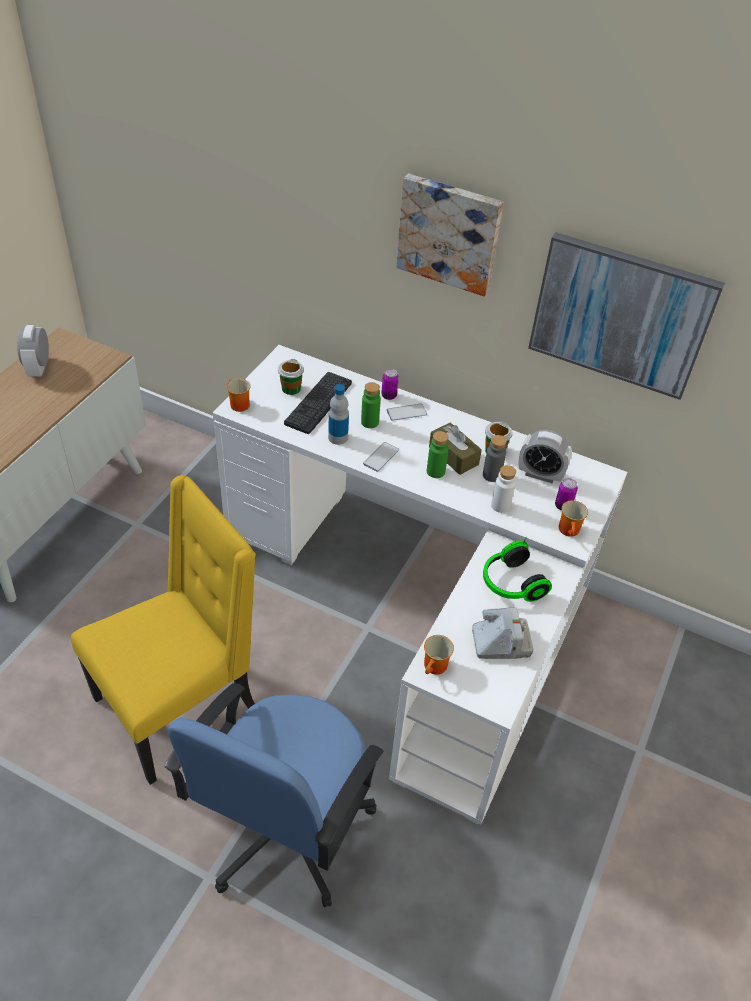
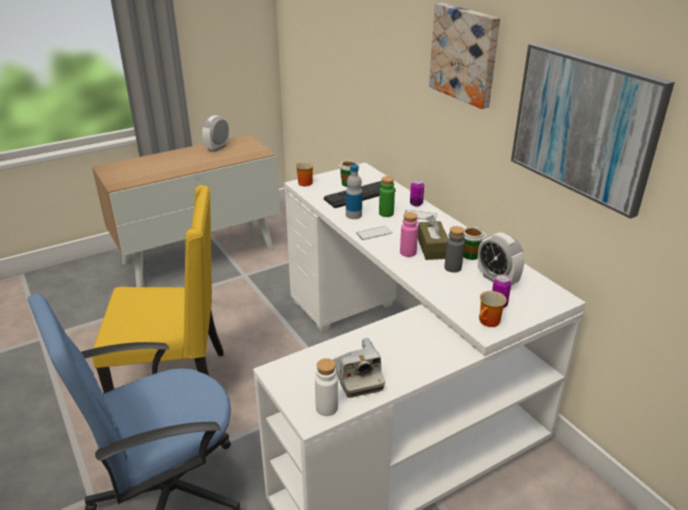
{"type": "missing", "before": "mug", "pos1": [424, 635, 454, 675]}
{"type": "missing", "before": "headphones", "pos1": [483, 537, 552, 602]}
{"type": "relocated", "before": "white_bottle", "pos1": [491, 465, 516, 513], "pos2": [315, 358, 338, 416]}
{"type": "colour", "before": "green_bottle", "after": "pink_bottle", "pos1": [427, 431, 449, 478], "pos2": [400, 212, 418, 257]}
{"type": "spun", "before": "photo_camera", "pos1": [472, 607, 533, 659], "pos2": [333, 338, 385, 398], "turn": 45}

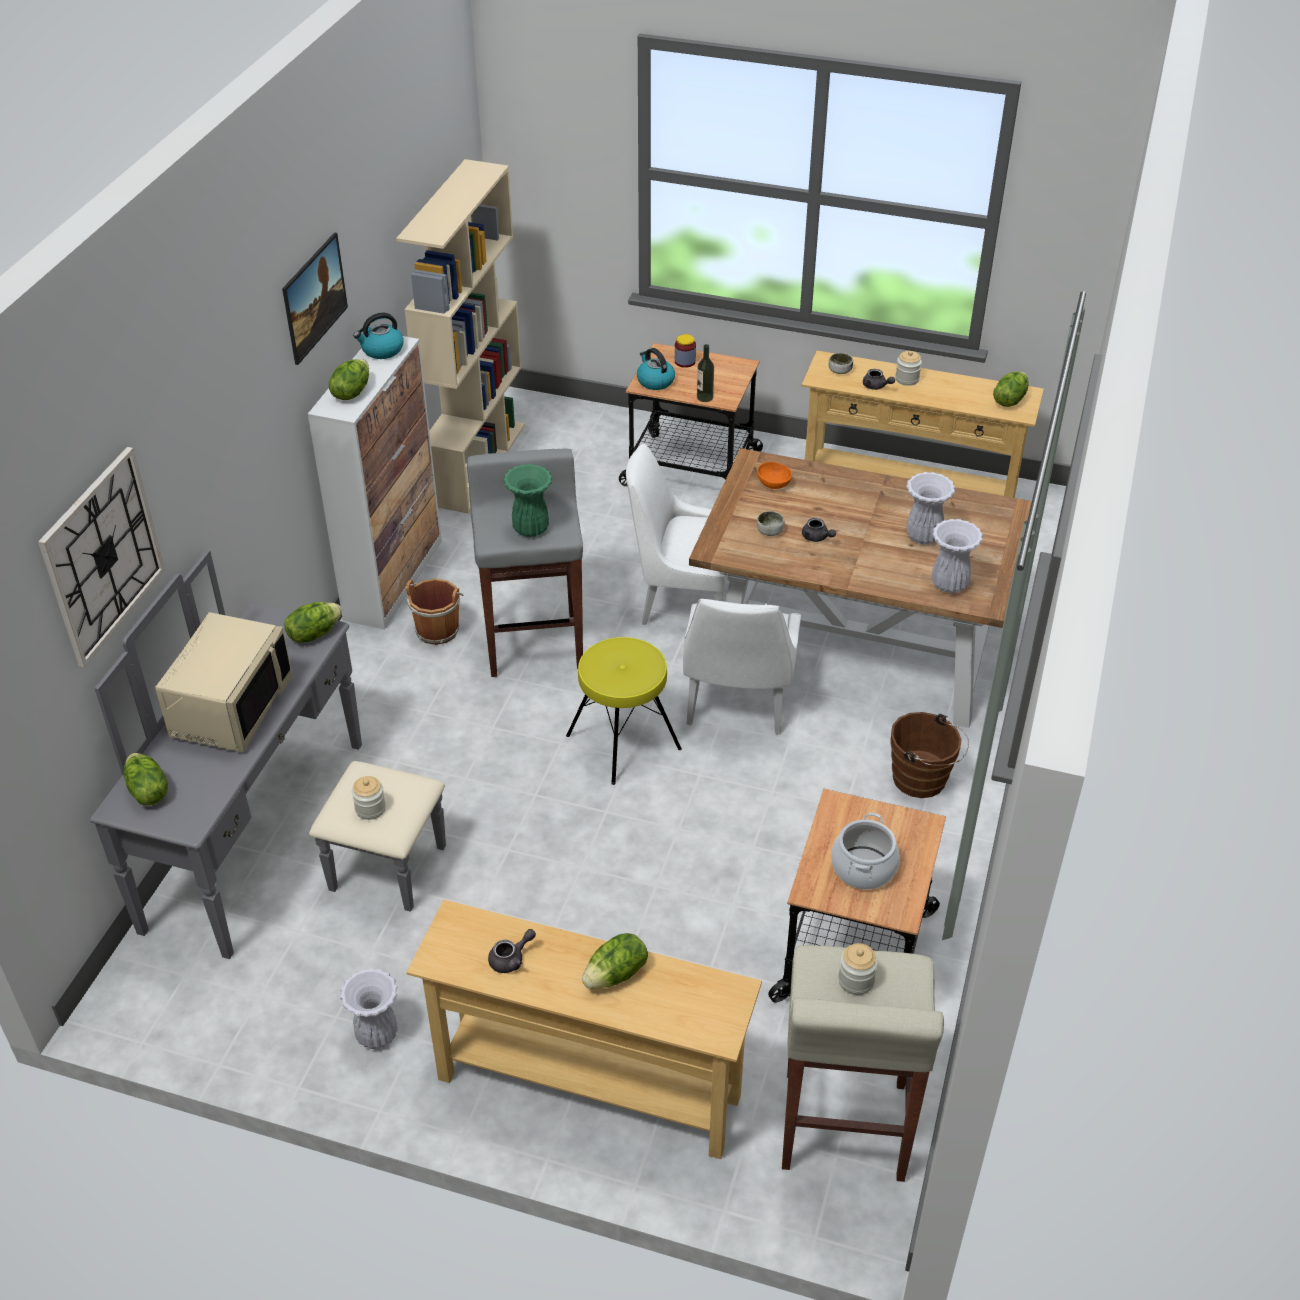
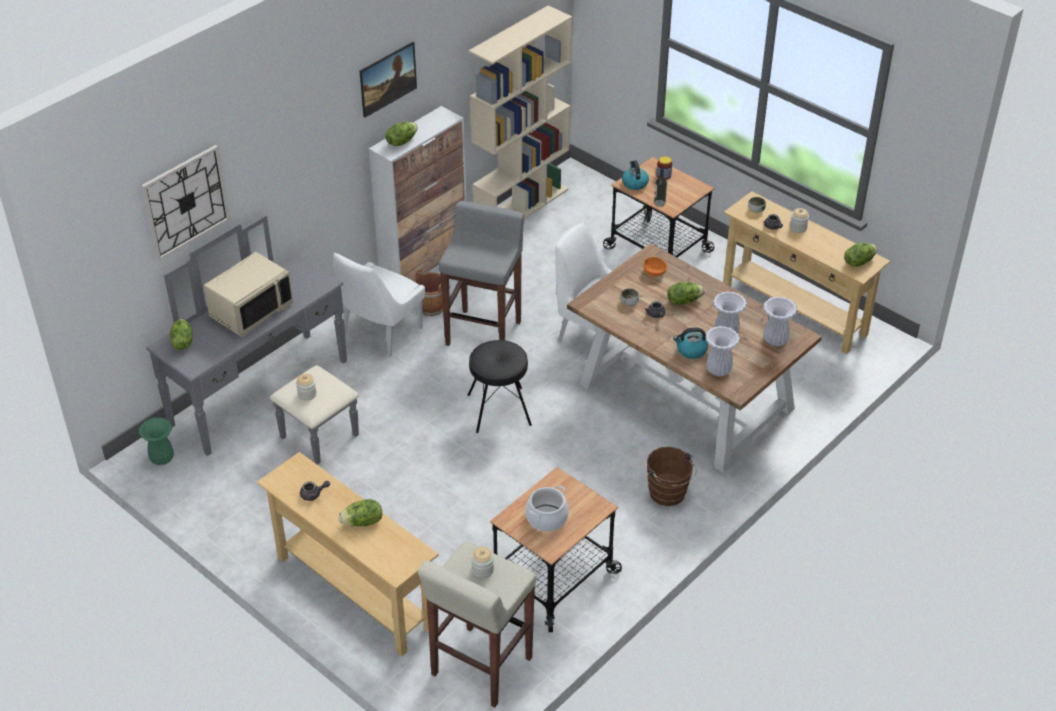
{"type": "relocated", "before": "lettuce", "pos1": [284, 602, 342, 643], "pos2": [667, 282, 705, 305]}
{"type": "relocated", "before": "white_vase", "pos1": [340, 968, 398, 1049], "pos2": [763, 297, 797, 346]}
{"type": "relocated", "before": "kettle", "pos1": [353, 313, 404, 359], "pos2": [673, 327, 708, 359]}
{"type": "relocated", "before": "green_vase", "pos1": [503, 464, 553, 537], "pos2": [139, 417, 174, 465]}
{"type": "relocated", "before": "white_chair", "pos1": [683, 599, 801, 735], "pos2": [333, 253, 425, 357]}
{"type": "colour", "before": "yellow_stool", "after": "black_stool", "pos1": [566, 637, 682, 785], "pos2": [468, 340, 532, 433]}

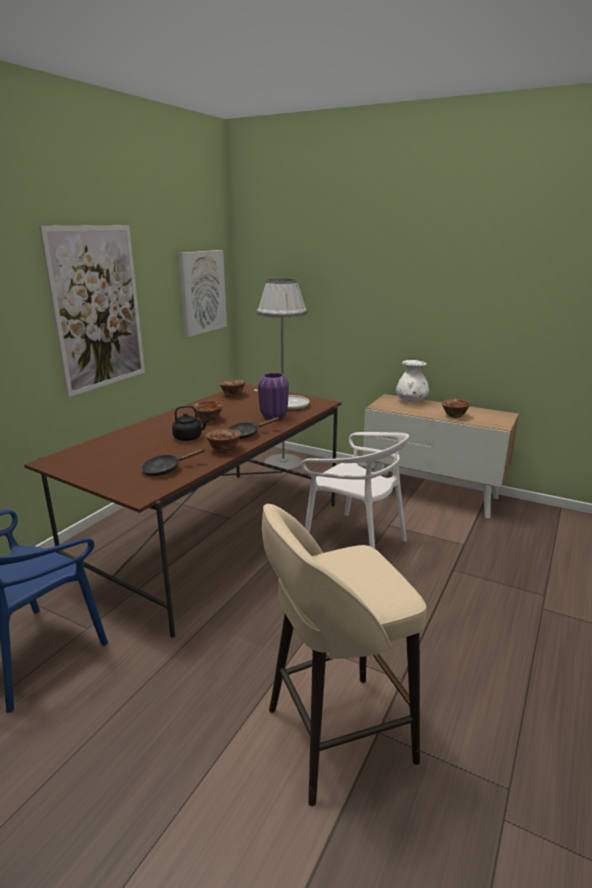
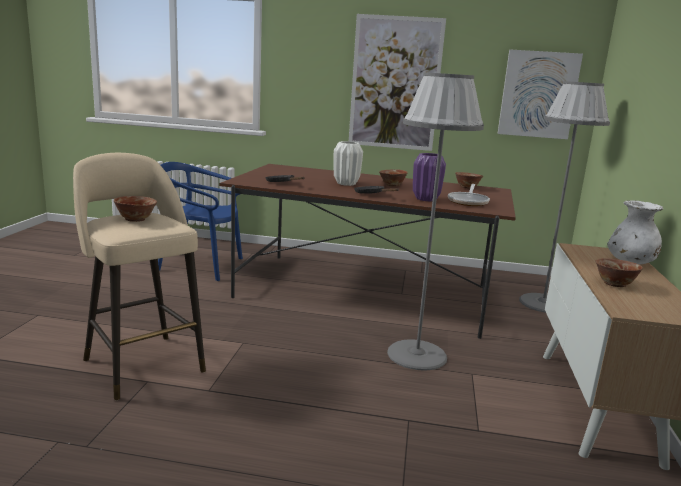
{"type": "relocated", "before": "bowl", "pos1": [206, 429, 241, 453], "pos2": [114, 196, 157, 222]}
{"type": "exchanged", "before": "black_kettle", "after": "white_vase", "pos1": [172, 405, 209, 441], "pos2": [334, 141, 363, 186]}
{"type": "exchanged", "before": "white_chair", "after": "grey_floor_lamp", "pos1": [301, 432, 409, 549], "pos2": [387, 72, 484, 370]}

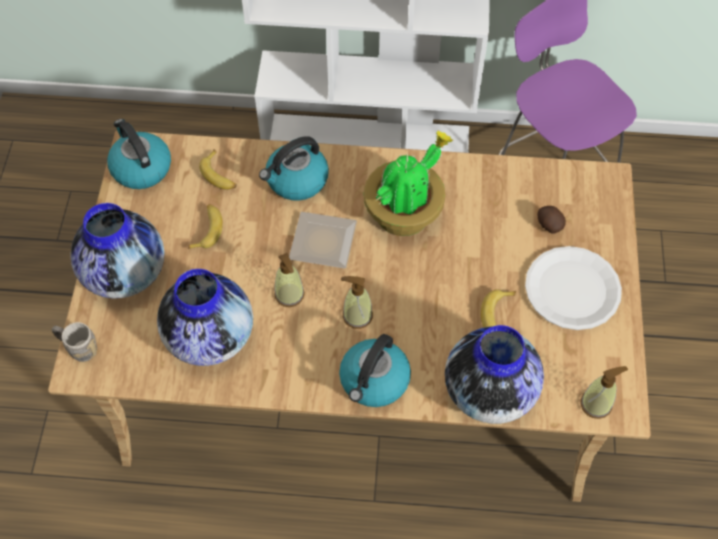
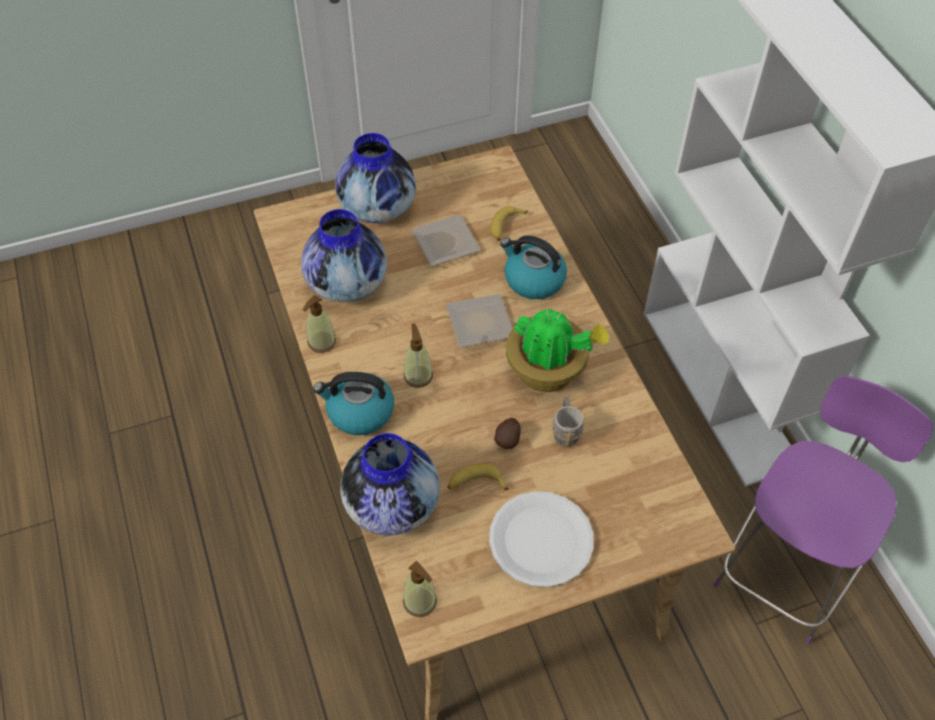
{"type": "missing", "before": "kettle", "pos1": [107, 119, 171, 189]}
{"type": "relocated", "before": "grey_mug", "pos1": [51, 322, 97, 362], "pos2": [552, 398, 584, 448]}
{"type": "relocated", "before": "soap_dispenser", "pos1": [274, 253, 305, 307], "pos2": [302, 295, 336, 353]}
{"type": "relocated", "before": "potato", "pos1": [538, 206, 566, 234], "pos2": [494, 418, 521, 449]}
{"type": "exchanged", "before": "banana", "after": "plate", "pos1": [188, 204, 223, 249], "pos2": [411, 214, 481, 266]}

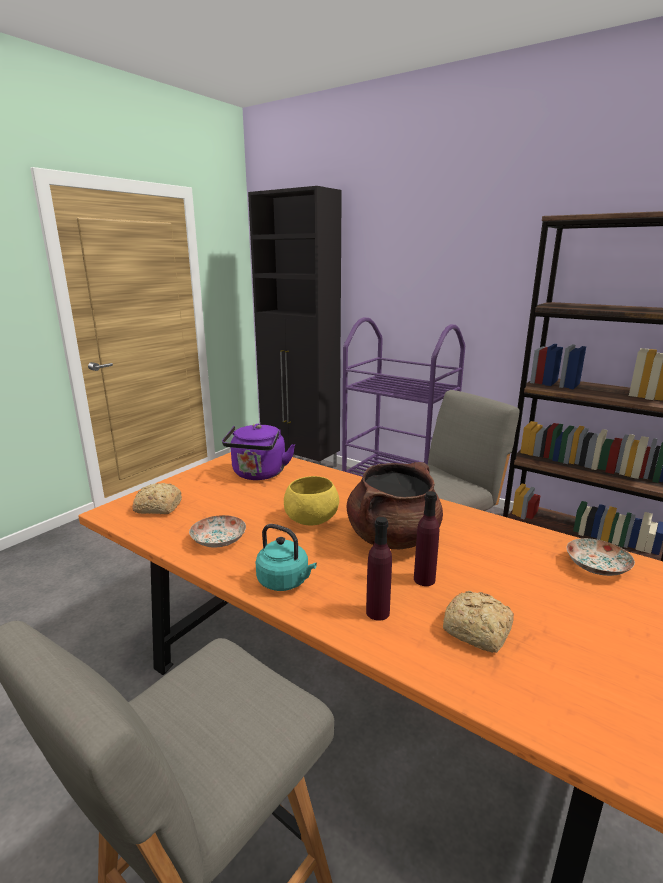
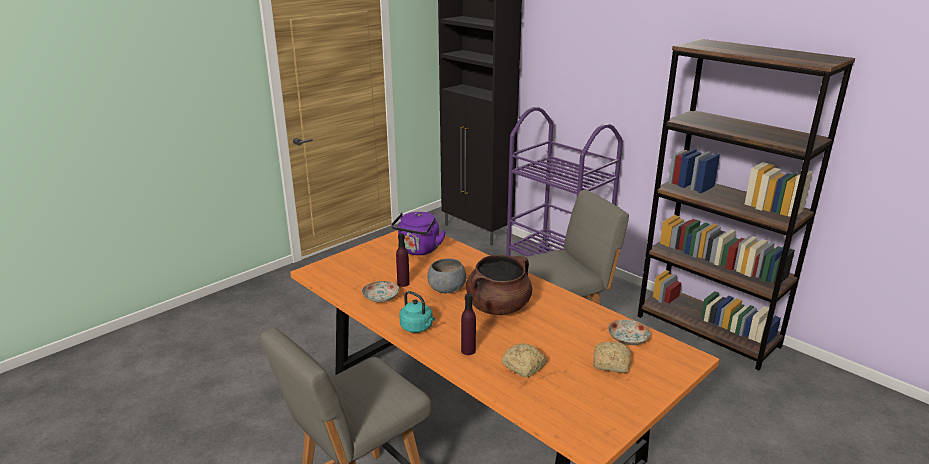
{"type": "relocated", "before": "bread", "pos1": [132, 483, 182, 514], "pos2": [593, 341, 631, 373]}
{"type": "relocated", "before": "purple_bottle", "pos1": [414, 491, 439, 586], "pos2": [396, 233, 410, 287]}
{"type": "colour", "before": "yellow_bowl", "after": "grey_bowl", "pos1": [284, 476, 339, 526], "pos2": [427, 258, 466, 293]}

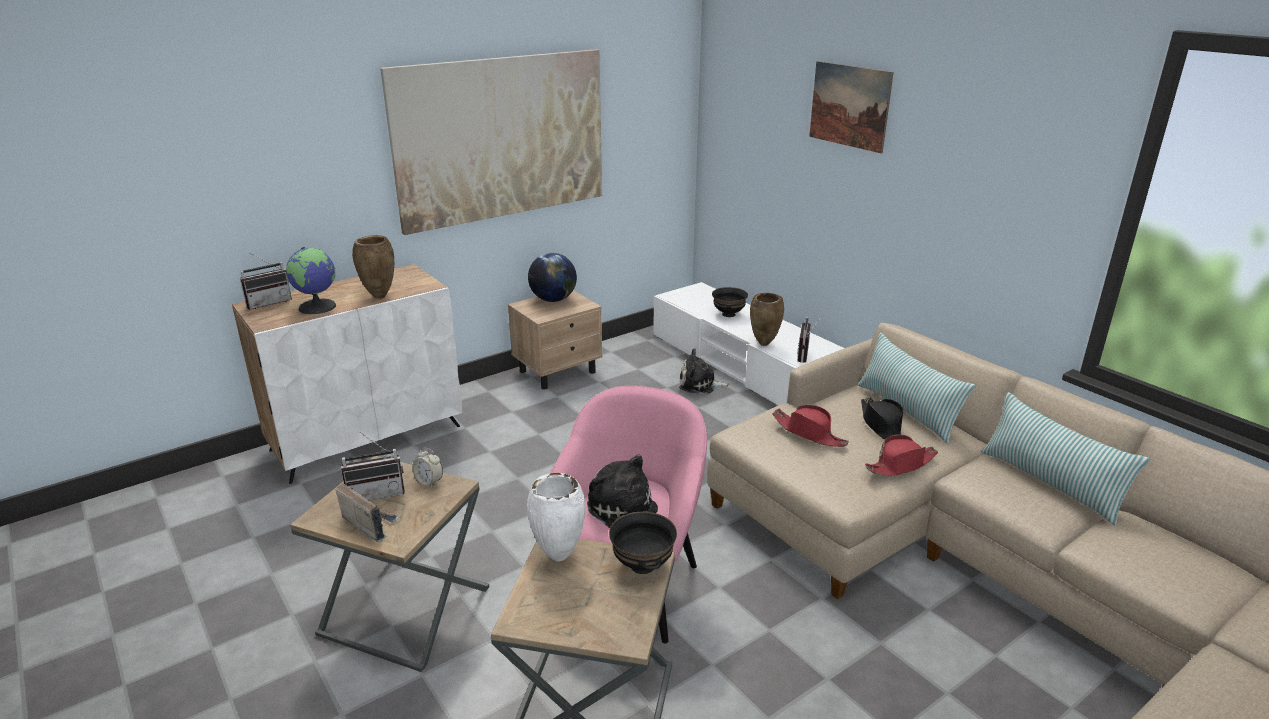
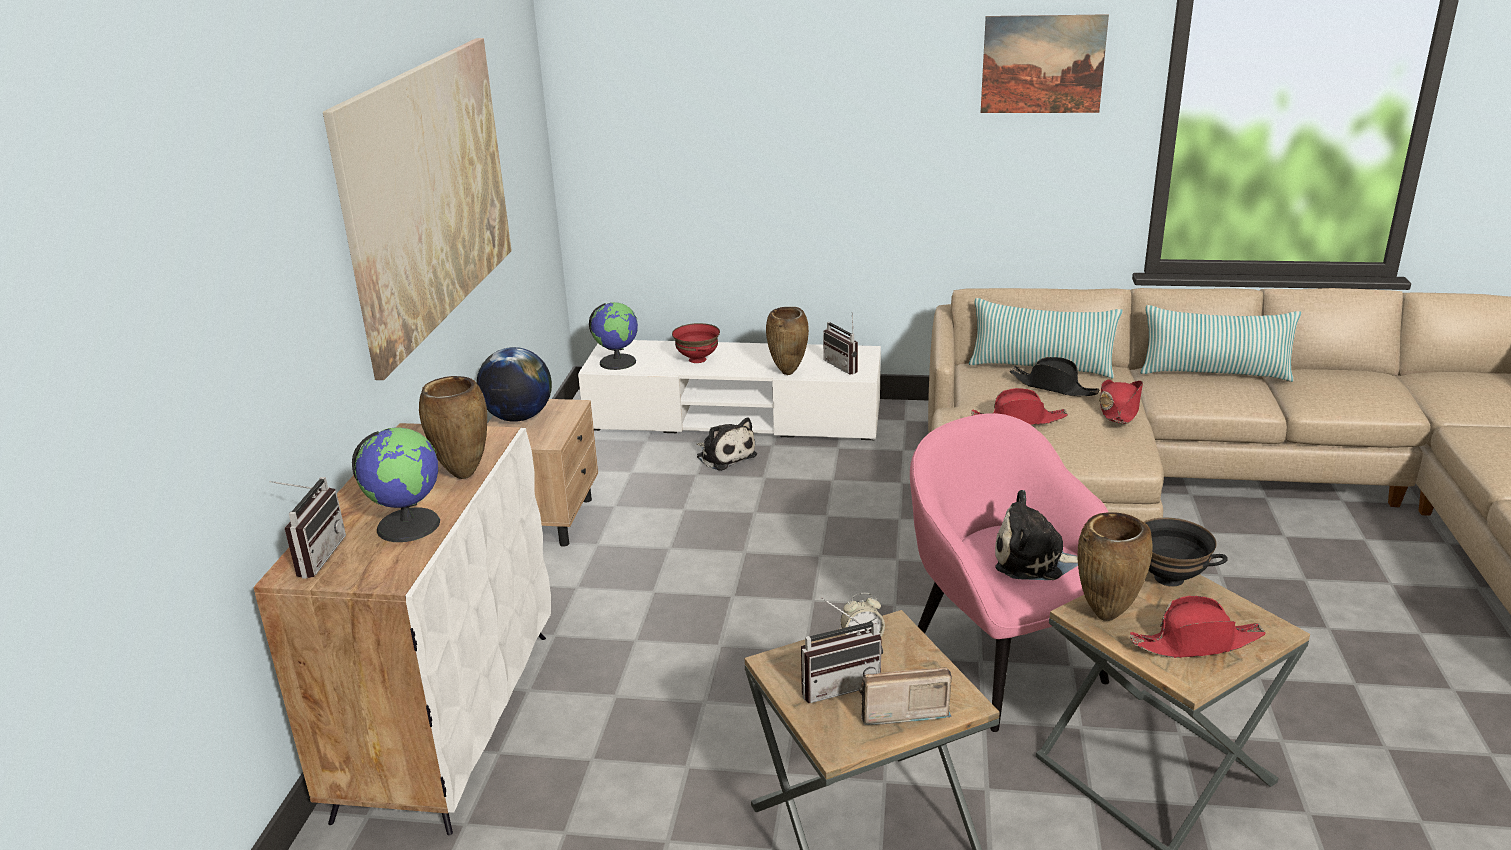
{"type": "appeared", "after": "globe", "pos2": [589, 302, 638, 370]}
{"type": "appeared", "after": "red_hat", "pos2": [1130, 596, 1266, 658]}
{"type": "relocated", "before": "picture", "pos1": [809, 61, 894, 153], "pos2": [981, 14, 1109, 113]}
{"type": "colour", "before": "white_vase", "after": "brown_vase", "pos1": [527, 473, 585, 561], "pos2": [1077, 513, 1152, 621]}
{"type": "colour", "before": "black_bowl", "after": "red_bowl", "pos1": [712, 287, 748, 317], "pos2": [672, 323, 720, 363]}
{"type": "spun", "before": "radio", "pos1": [341, 432, 405, 501], "pos2": [801, 597, 883, 703], "turn": 45}
{"type": "spun", "before": "plush_toy", "pos1": [679, 348, 730, 393], "pos2": [697, 418, 757, 471], "turn": -90}

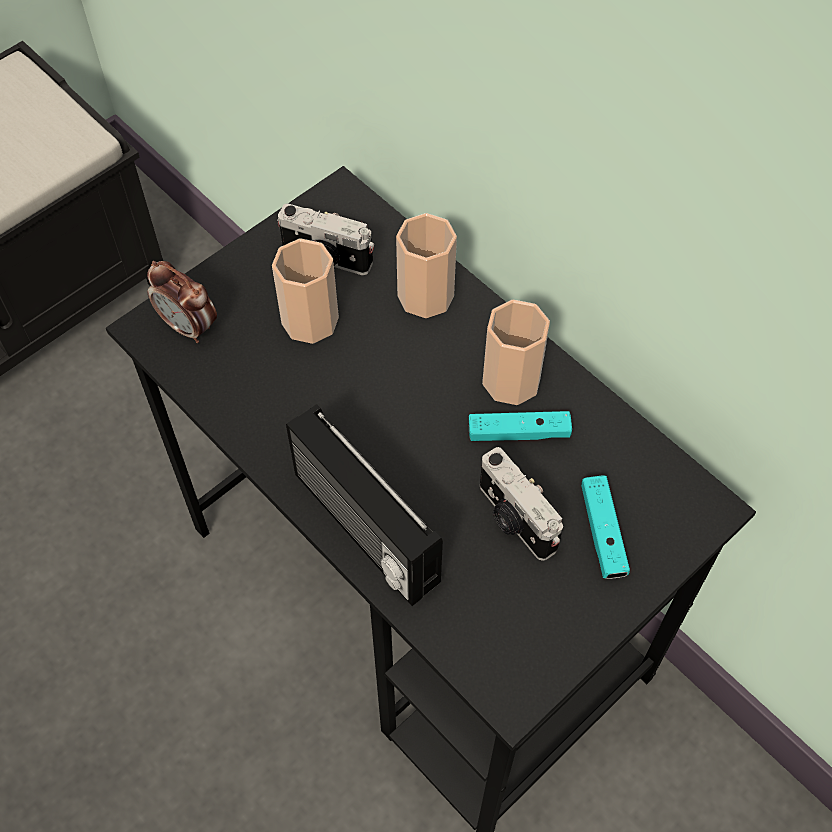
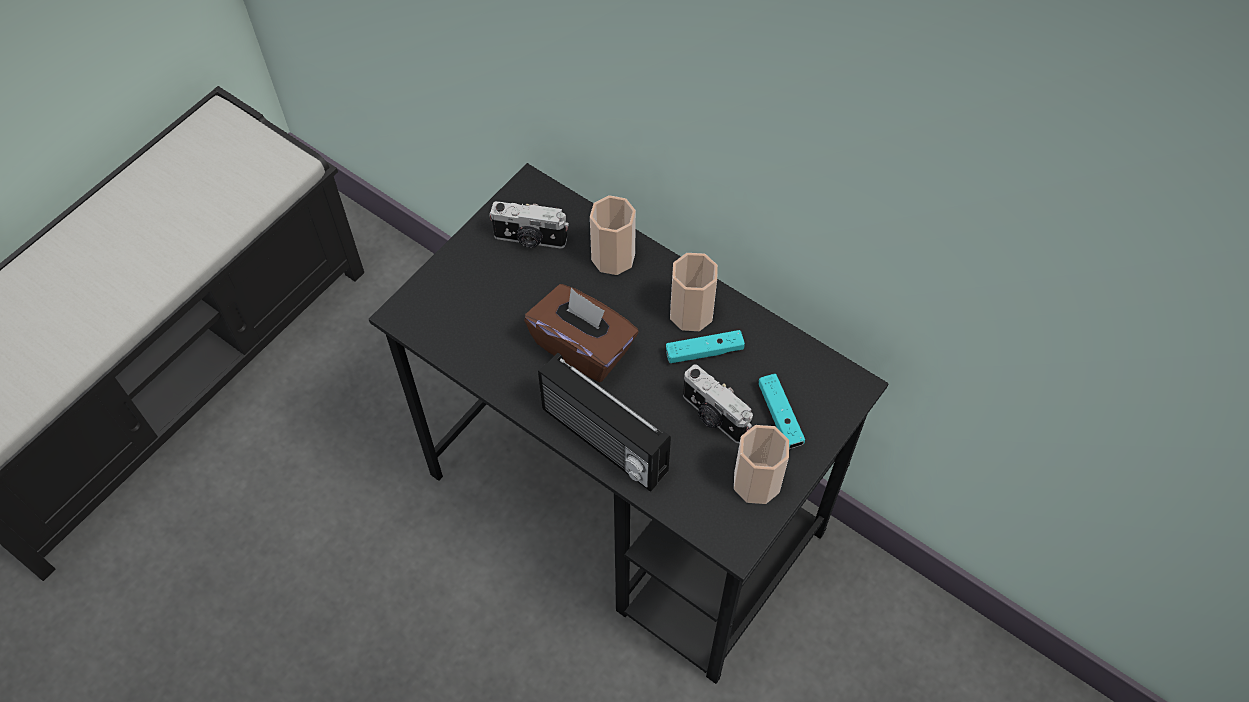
{"type": "missing", "before": "alarm_clock", "pos1": [147, 261, 217, 343]}
{"type": "appeared", "after": "brown_tissue_box", "pos2": [524, 284, 638, 382]}
{"type": "relocated", "before": "cup", "pos1": [272, 238, 339, 344], "pos2": [734, 425, 789, 504]}

